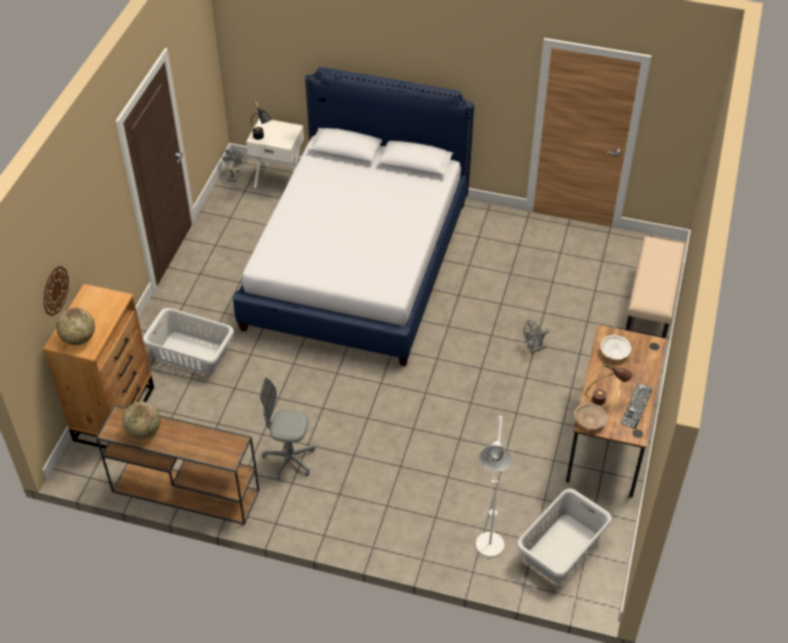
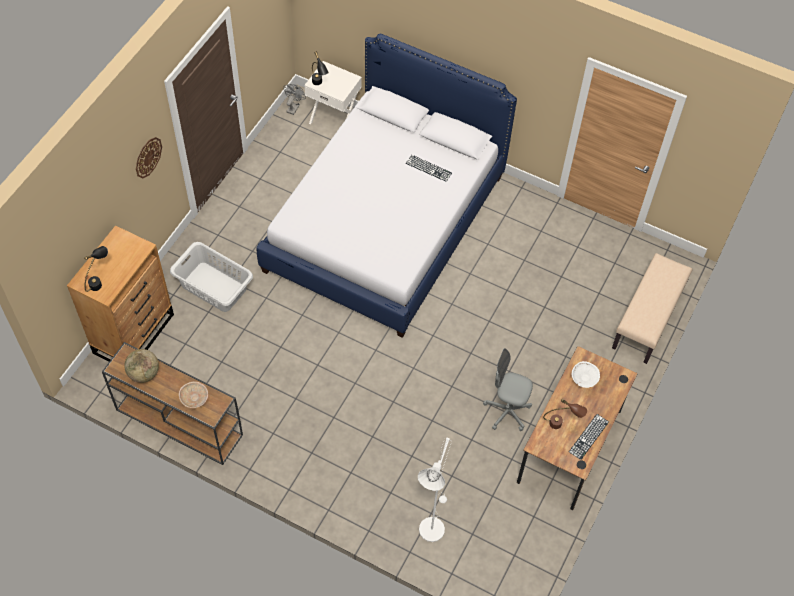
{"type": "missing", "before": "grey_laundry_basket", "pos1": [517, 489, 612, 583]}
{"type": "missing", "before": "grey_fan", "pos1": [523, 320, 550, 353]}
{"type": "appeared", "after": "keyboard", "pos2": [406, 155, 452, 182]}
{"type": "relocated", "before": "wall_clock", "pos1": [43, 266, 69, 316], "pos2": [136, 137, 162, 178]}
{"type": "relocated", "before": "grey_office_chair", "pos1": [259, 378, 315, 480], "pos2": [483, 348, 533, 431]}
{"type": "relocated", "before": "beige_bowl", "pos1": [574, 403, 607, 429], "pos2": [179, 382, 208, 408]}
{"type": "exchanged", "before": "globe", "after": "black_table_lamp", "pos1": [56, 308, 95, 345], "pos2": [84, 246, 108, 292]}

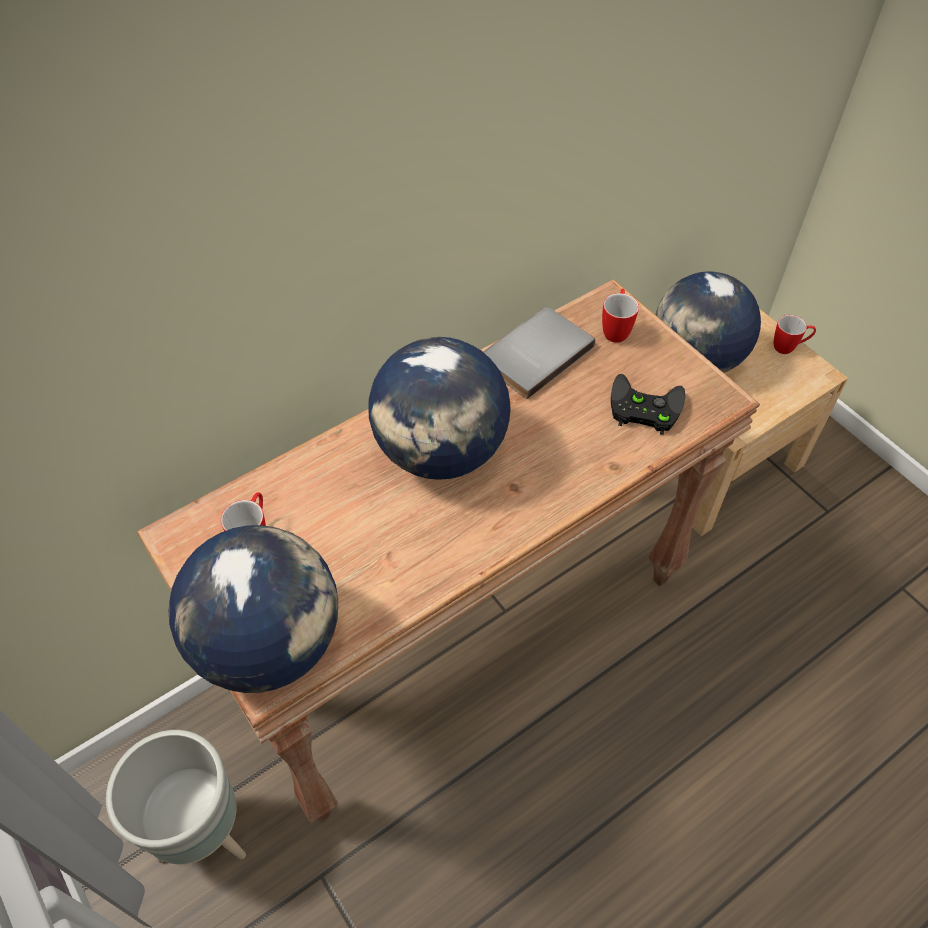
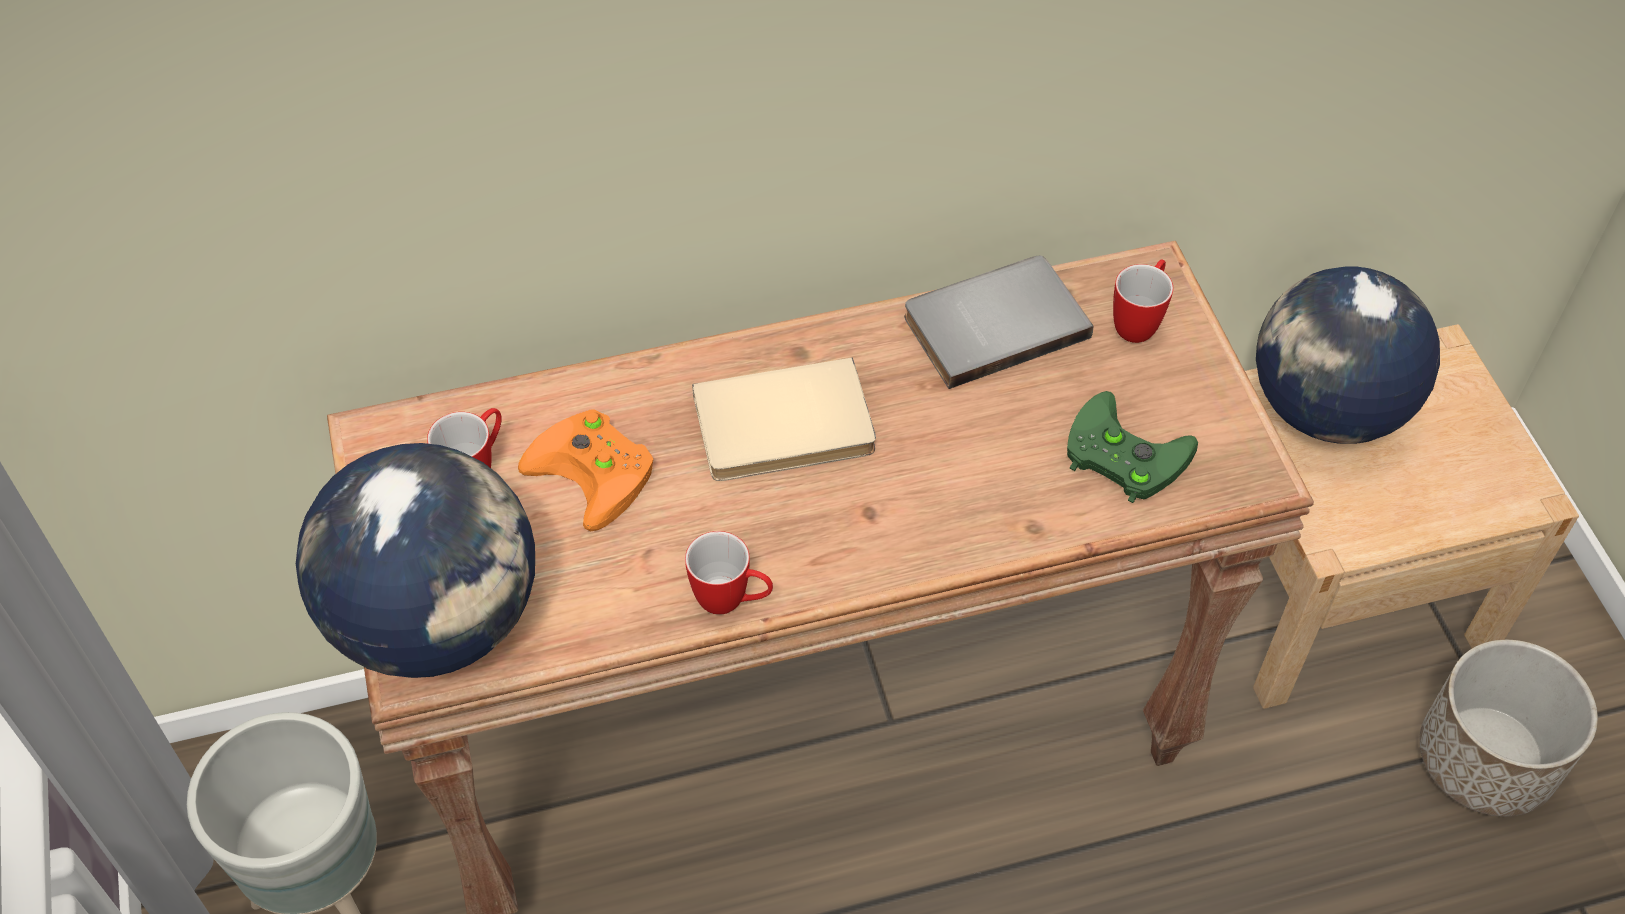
{"type": "appeared", "after": "orange_game_controller", "pos2": [518, 409, 653, 531]}
{"type": "appeared", "after": "planter", "pos2": [1419, 640, 1598, 817]}
{"type": "relocated", "before": "mug", "pos1": [774, 315, 816, 354], "pos2": [685, 531, 773, 615]}
{"type": "exchanged", "before": "globe", "after": "beige_book", "pos1": [368, 337, 511, 480], "pos2": [692, 357, 876, 481]}
{"type": "colour", "before": "black_game_controller", "after": "green_game_controller", "pos1": [611, 374, 685, 435], "pos2": [1067, 391, 1198, 503]}

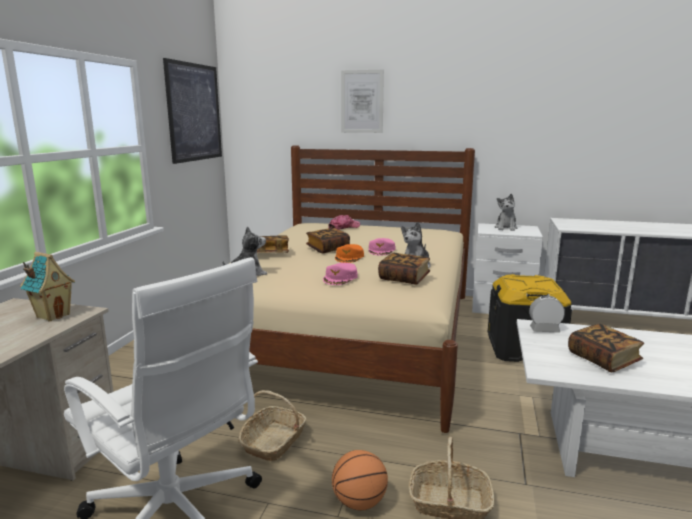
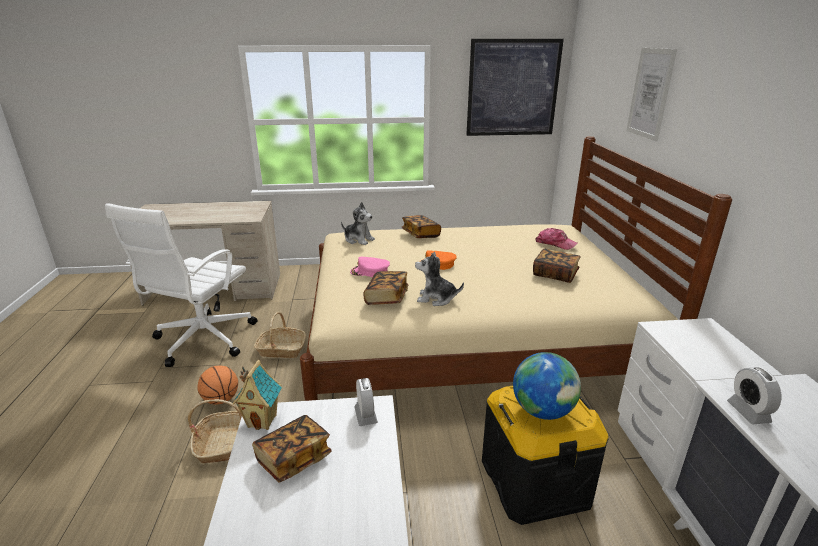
{"type": "missing", "before": "pink_cap", "pos1": [368, 238, 395, 256]}
{"type": "missing", "before": "plush_toy", "pos1": [495, 194, 518, 231]}
{"type": "appeared", "after": "globe", "pos2": [513, 352, 581, 420]}
{"type": "appeared", "after": "alarm_clock", "pos2": [727, 367, 781, 424]}
{"type": "relocated", "before": "toy_house", "pos1": [20, 252, 75, 321], "pos2": [233, 360, 282, 430]}
{"type": "relocated", "before": "book", "pos1": [306, 228, 350, 253], "pos2": [533, 249, 581, 283]}

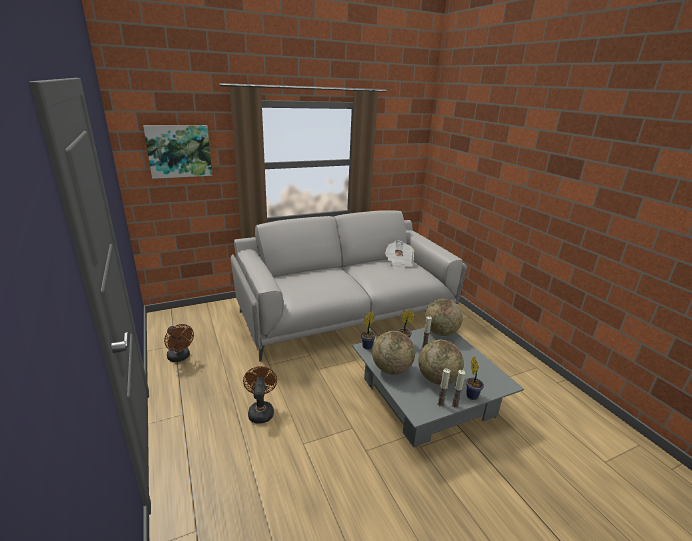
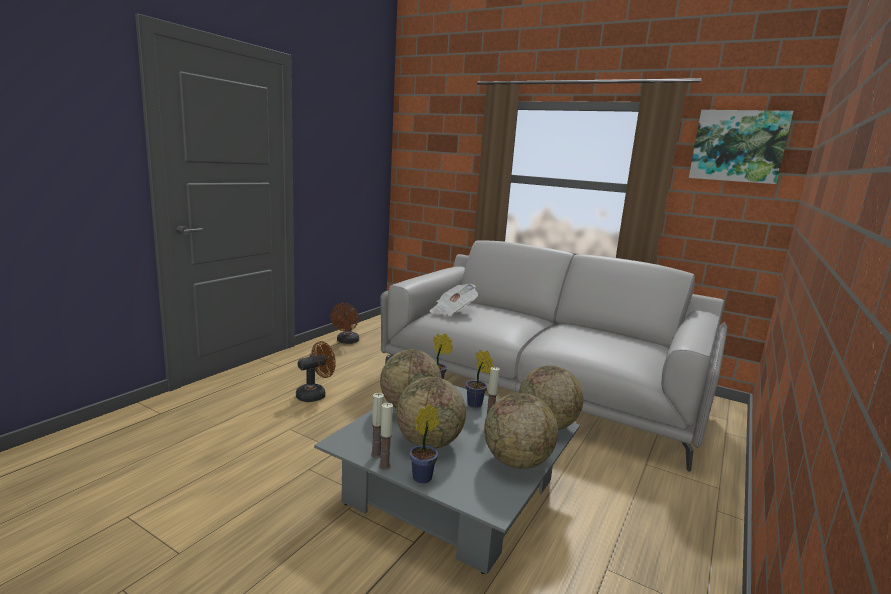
{"type": "appeared", "after": "globe", "pos2": [484, 393, 558, 469]}
{"type": "relocated", "before": "picture", "pos1": [143, 125, 213, 179], "pos2": [689, 110, 793, 184]}
{"type": "relocated", "before": "newspaper", "pos1": [385, 240, 414, 269], "pos2": [430, 284, 478, 316]}

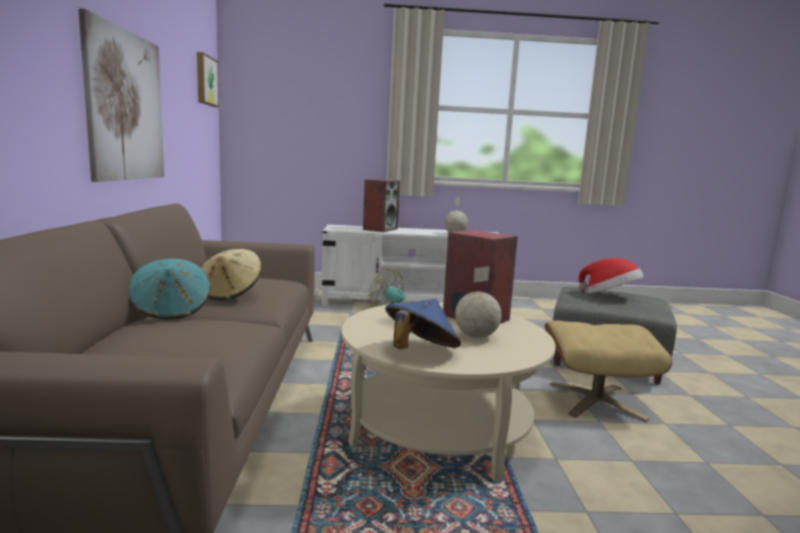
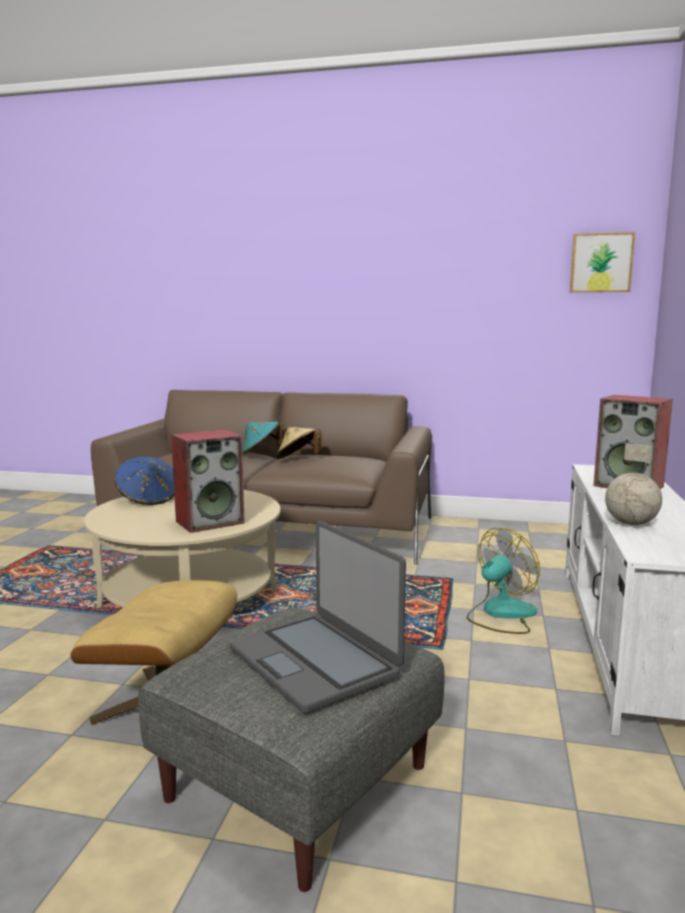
{"type": "missing", "before": "picture", "pos1": [78, 8, 164, 182]}
{"type": "missing", "before": "globe", "pos1": [455, 266, 502, 338]}
{"type": "exchanged", "before": "hat", "after": "laptop", "pos1": [578, 258, 644, 293], "pos2": [230, 521, 406, 714]}

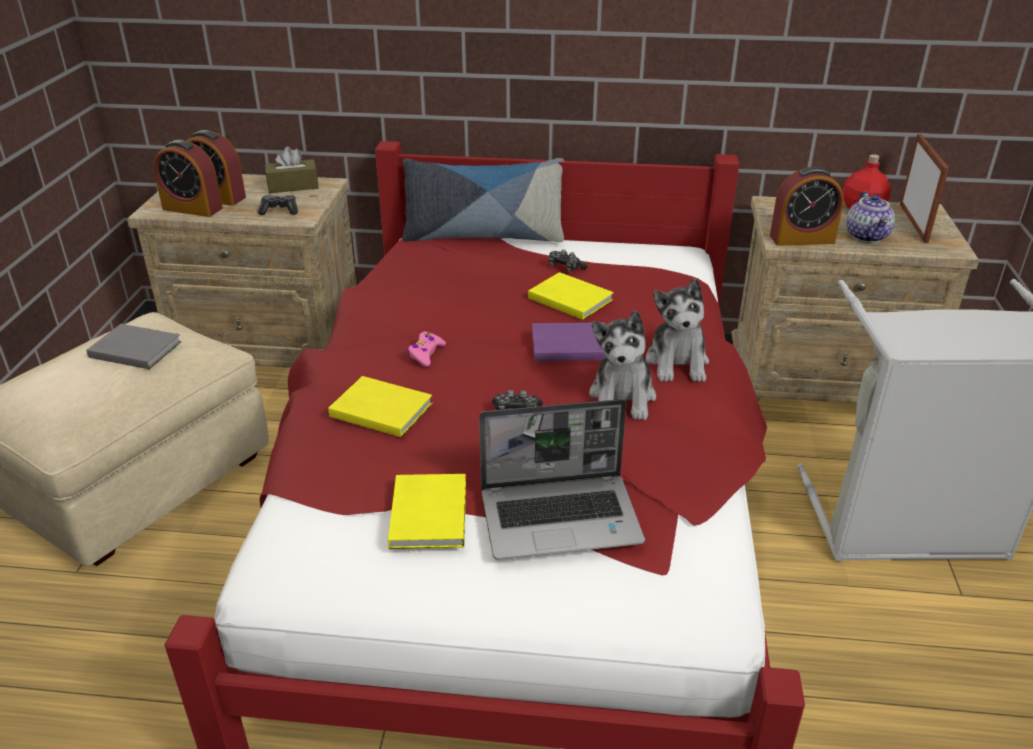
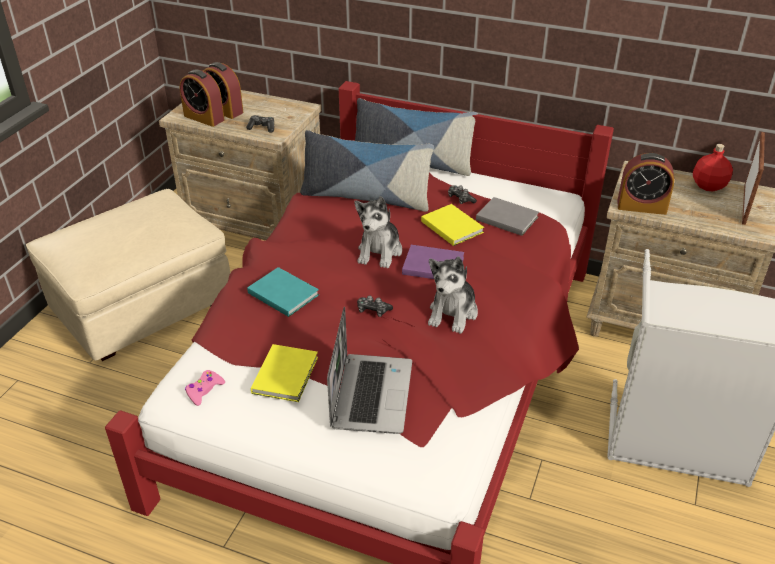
{"type": "missing", "before": "brown_tissue_box", "pos1": [265, 146, 319, 193]}
{"type": "missing", "before": "teapot", "pos1": [846, 191, 895, 243]}
{"type": "appeared", "after": "pillow", "pos2": [300, 130, 434, 212]}
{"type": "relocated", "before": "grey_book", "pos1": [86, 324, 181, 369], "pos2": [476, 197, 539, 236]}
{"type": "relocated", "before": "pink_game_controller", "pos1": [407, 332, 446, 367], "pos2": [185, 370, 225, 406]}
{"type": "relocated", "before": "plush_toy", "pos1": [646, 278, 709, 382], "pos2": [354, 196, 402, 268]}
{"type": "colour", "before": "yellow_book", "after": "turquoise_book", "pos1": [328, 376, 433, 437], "pos2": [247, 267, 319, 317]}
{"type": "spun", "before": "laptop", "pos1": [479, 399, 645, 560], "pos2": [327, 307, 412, 434], "turn": -90}

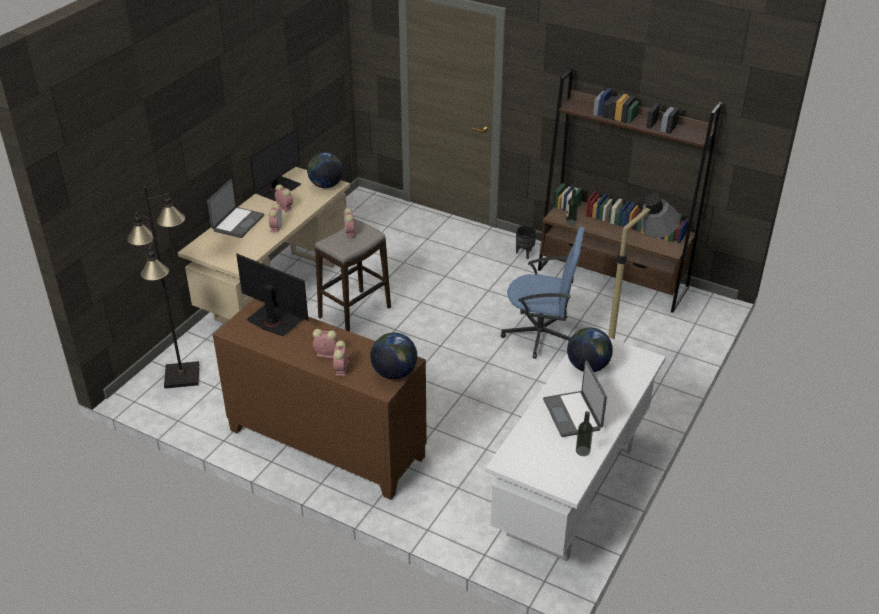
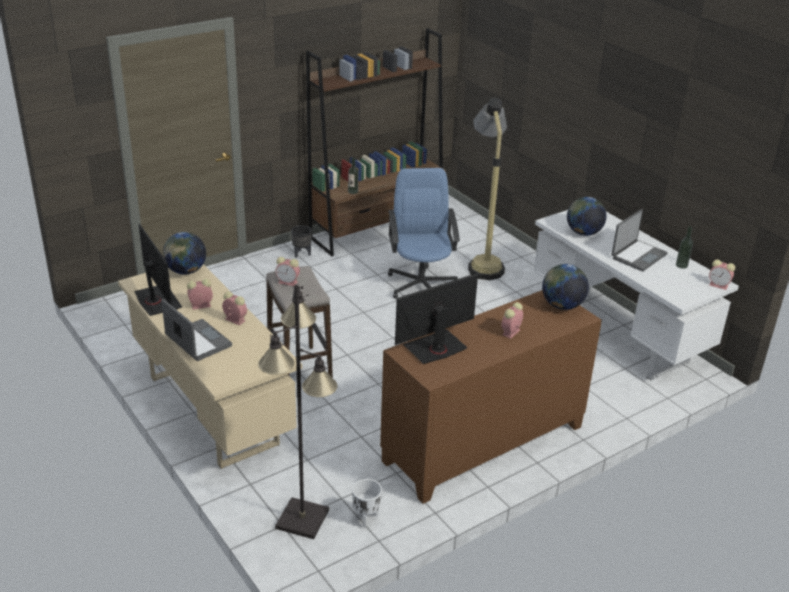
{"type": "appeared", "after": "white_planter", "pos2": [352, 479, 382, 528]}
{"type": "relocated", "before": "alarm_clock", "pos1": [333, 341, 349, 376], "pos2": [709, 260, 735, 290]}
{"type": "spun", "before": "blue_office_chair", "pos1": [501, 227, 585, 359], "pos2": [388, 168, 460, 299], "turn": -45}
{"type": "spun", "before": "laptop", "pos1": [543, 360, 607, 437], "pos2": [611, 209, 668, 271], "turn": -60}

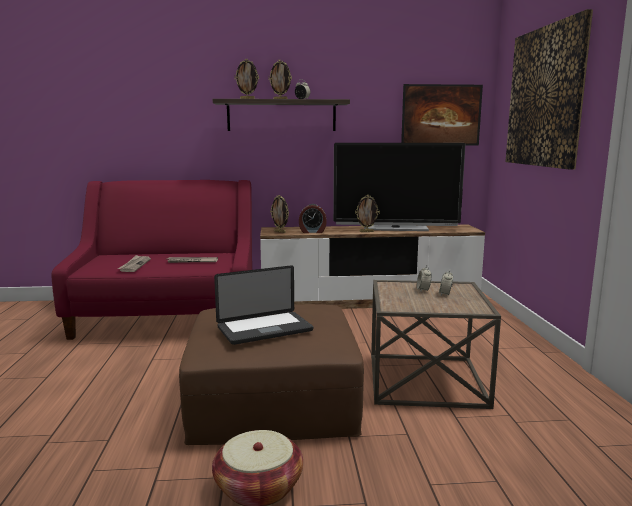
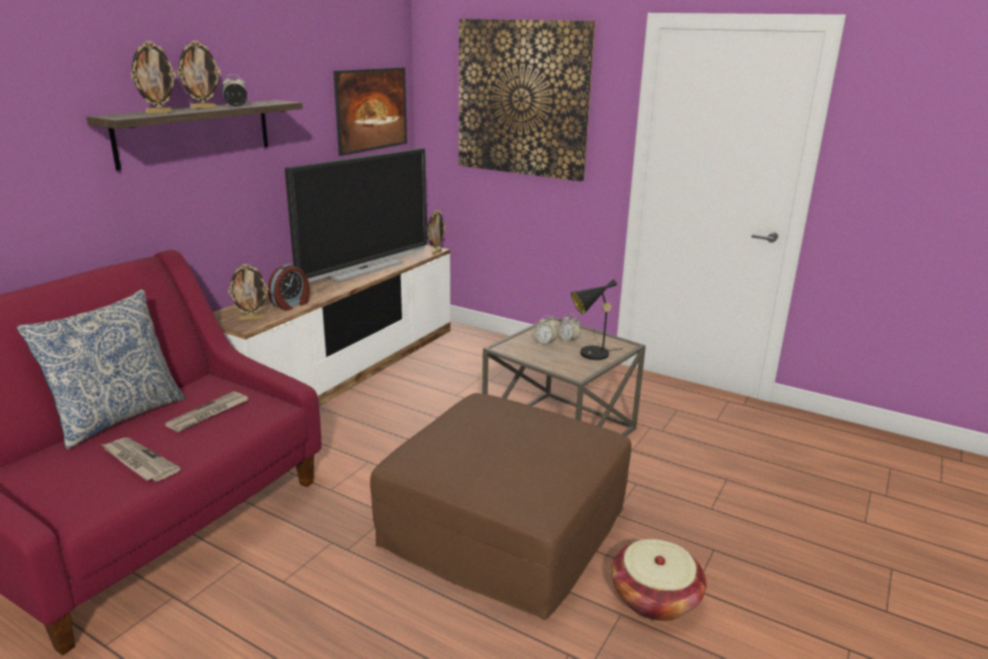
{"type": "missing", "before": "laptop", "pos1": [214, 265, 313, 345]}
{"type": "appeared", "after": "pillow", "pos2": [16, 289, 185, 449]}
{"type": "appeared", "after": "black_table_lamp", "pos2": [571, 279, 623, 360]}
{"type": "relocated", "before": "picture_frame", "pos1": [355, 195, 380, 232], "pos2": [428, 210, 446, 255]}

